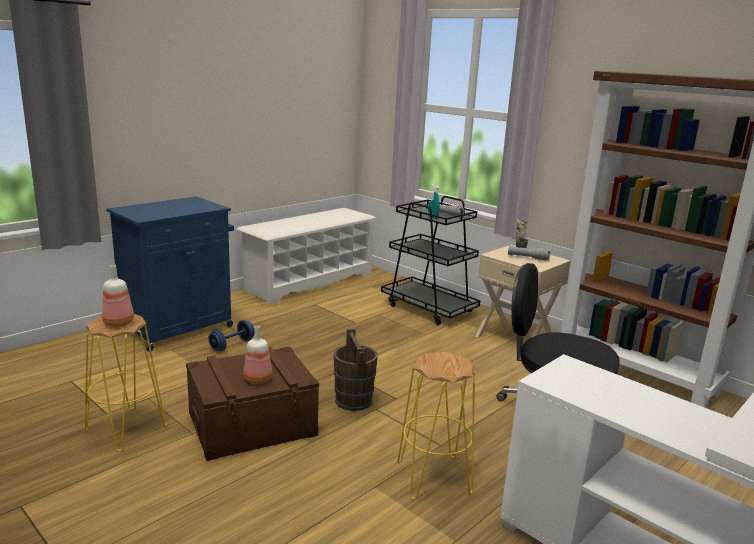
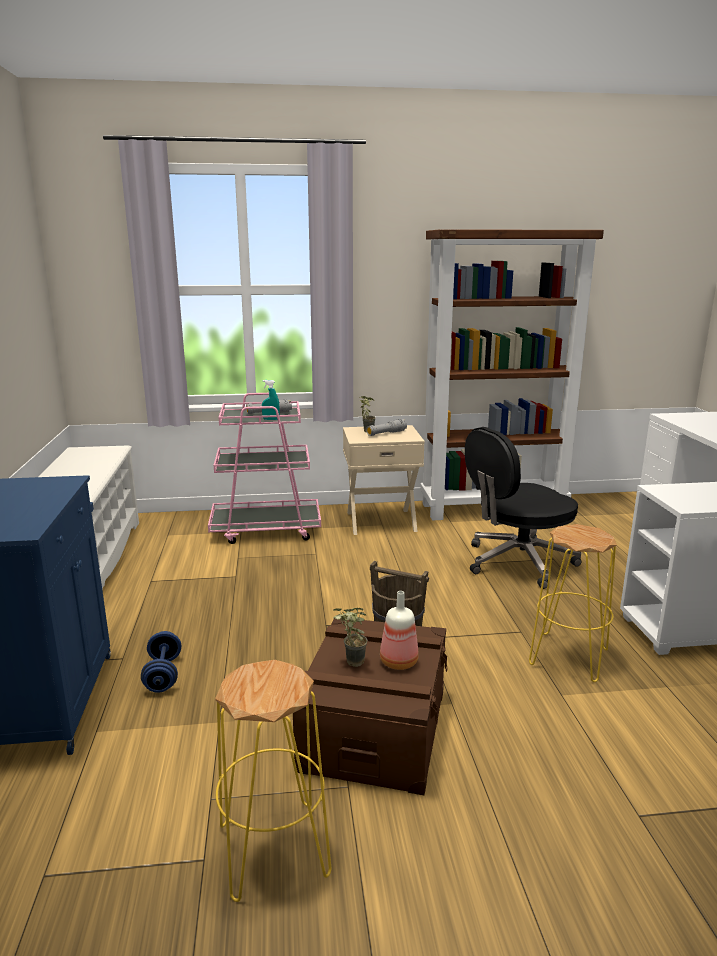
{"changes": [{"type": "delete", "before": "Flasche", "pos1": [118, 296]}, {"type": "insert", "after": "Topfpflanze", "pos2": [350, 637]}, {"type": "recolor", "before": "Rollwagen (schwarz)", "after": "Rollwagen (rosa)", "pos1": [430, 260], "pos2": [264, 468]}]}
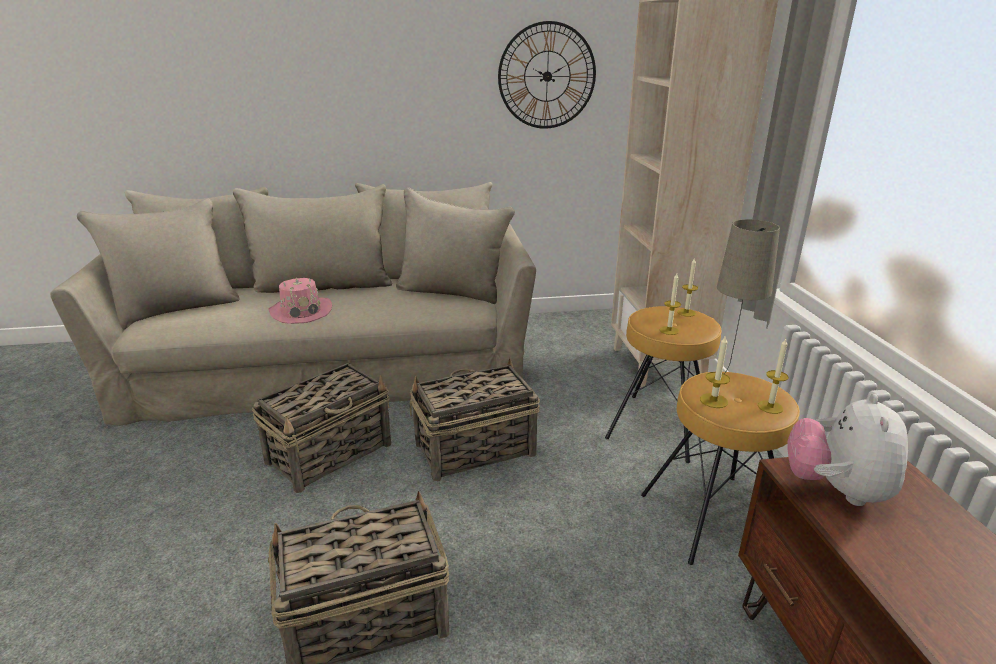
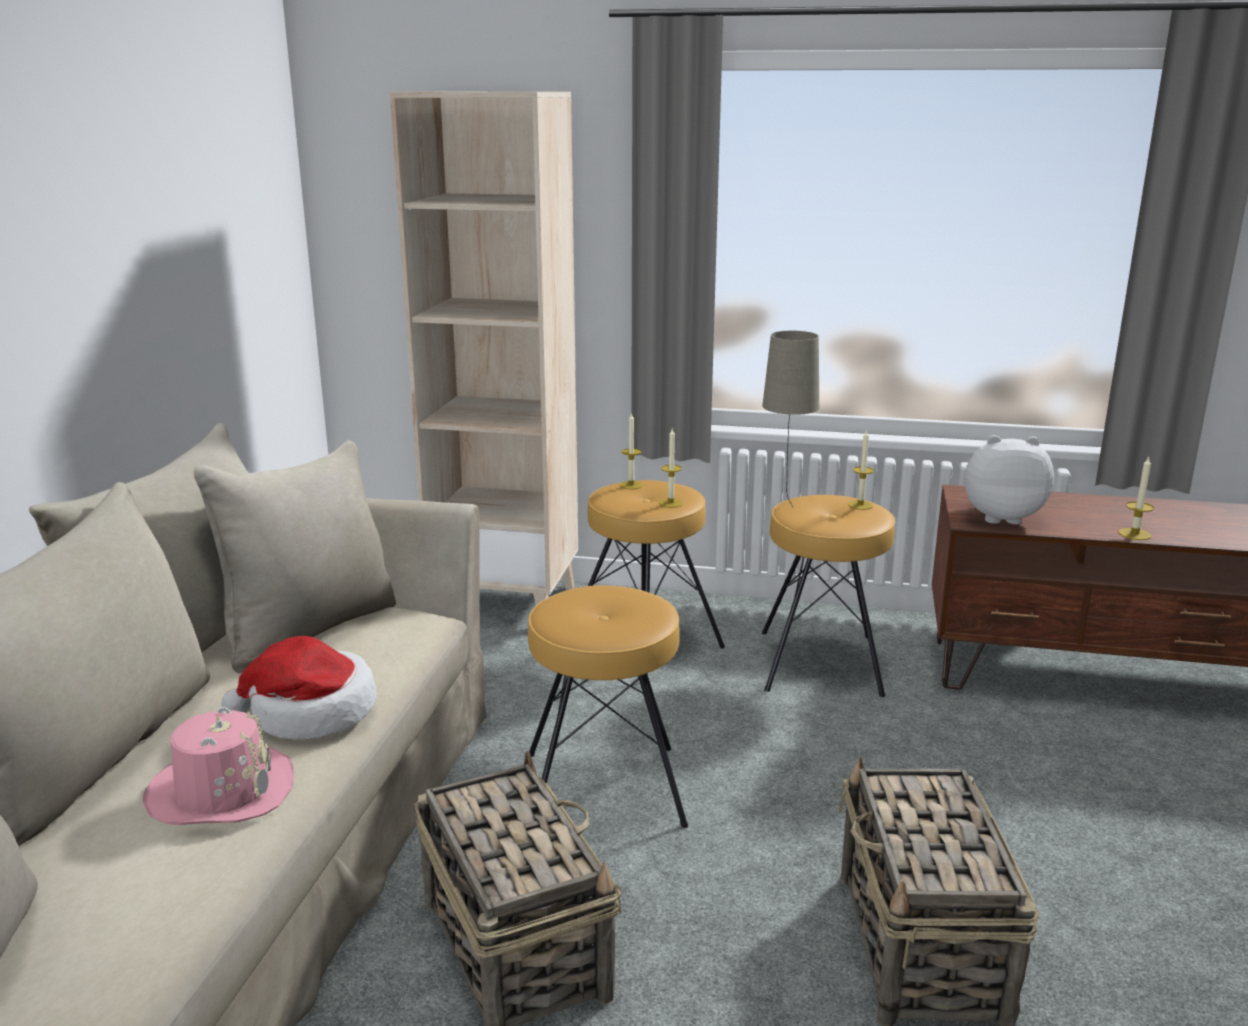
{"changes": [{"type": "delete", "before": "Wanduhr", "pos1": [547, 75]}, {"type": "insert", "after": "Hut", "pos2": [299, 688]}, {"type": "move", "before": "Kerze", "pos1": [715, 371], "pos2": [1136, 498]}, {"type": "replace", "before": "Korb", "after": "Hocker (braun)", "pos1": [475, 419], "pos2": [608, 706]}, {"type": "rotate", "before": "Plüschtier", "pos1": [847, 450], "pos2": [1009, 479], "turn": 150}]}
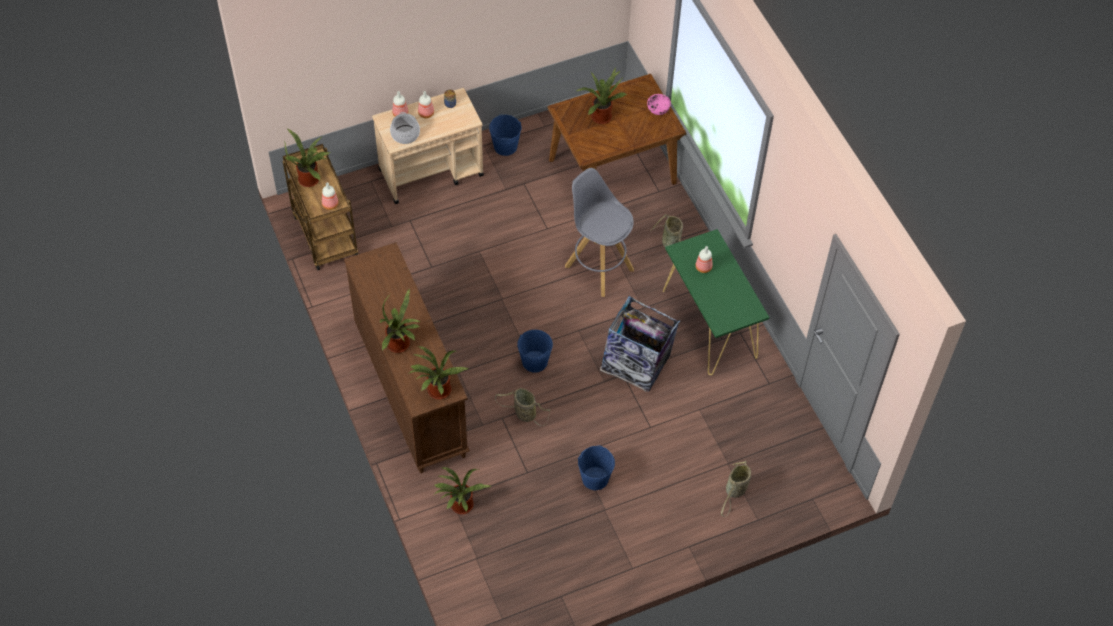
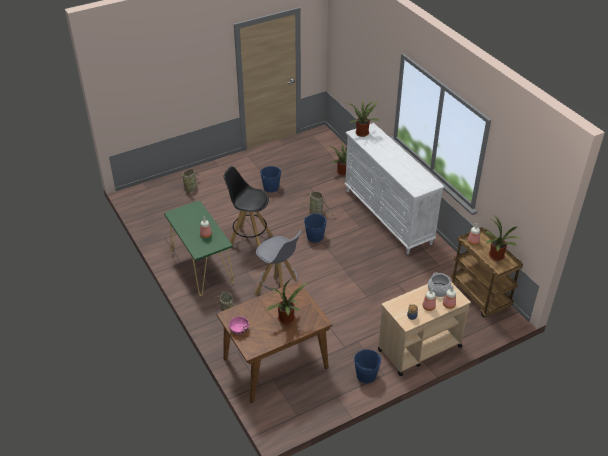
{"changes": [{"type": "delete", "before": "Topfpflanze", "pos1": [400, 320]}, {"type": "replace", "before": "Mülleimer", "after": "Hocker (schwarz)", "pos1": [640, 344], "pos2": [248, 206]}, {"type": "recolor", "before": "Kommode (braun)", "after": "Kommode (weiß)", "pos1": [407, 357], "pos2": [394, 189]}]}
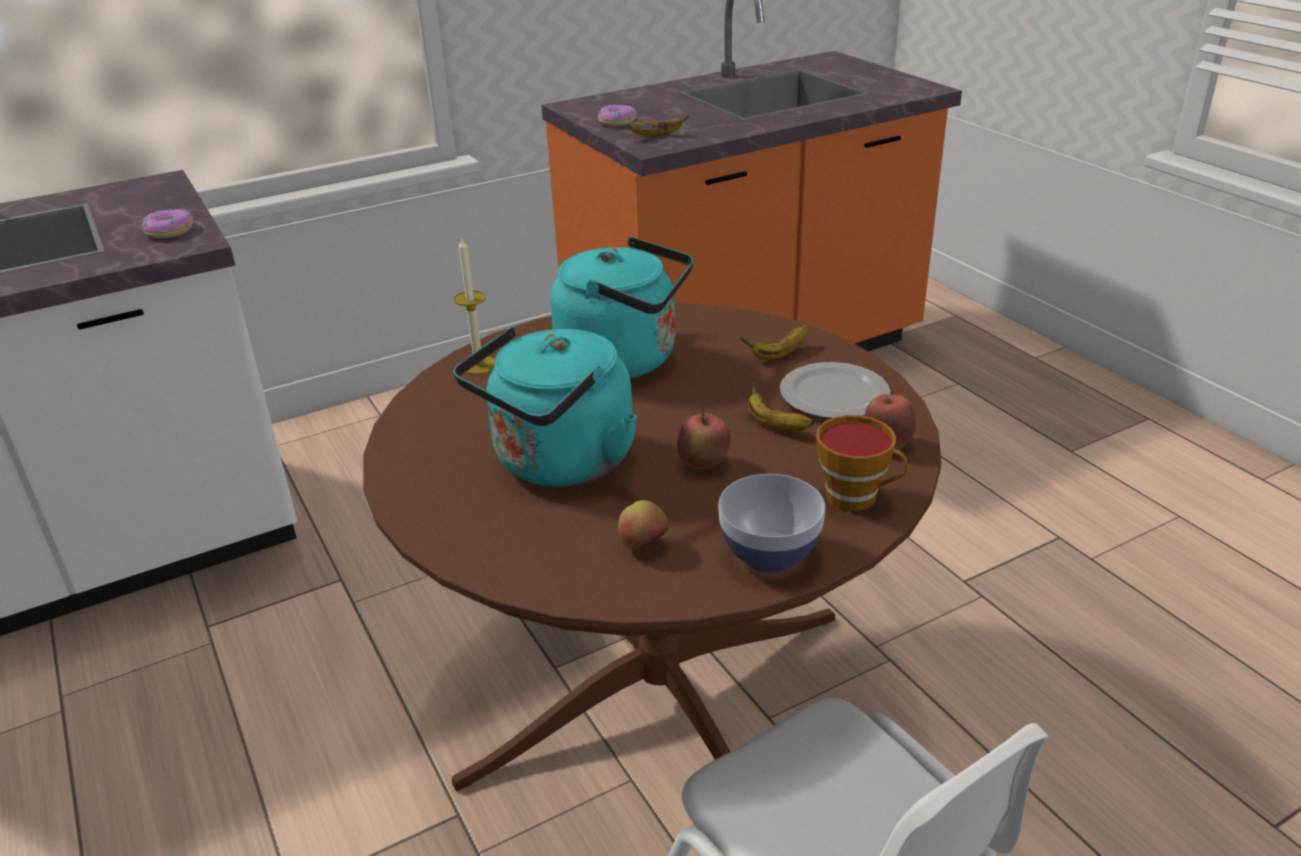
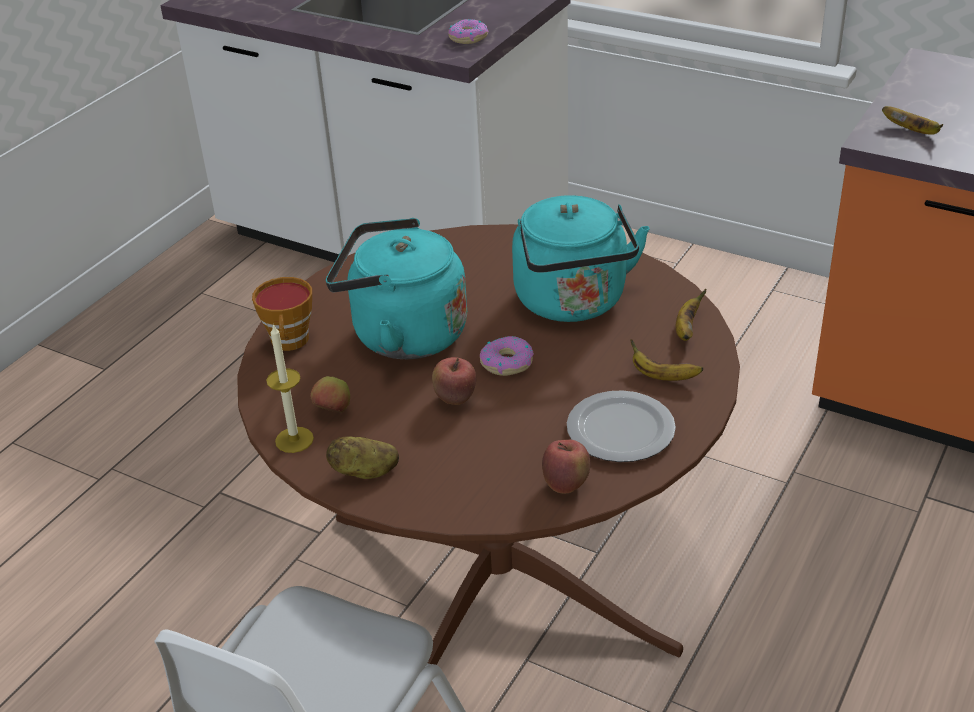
{"changes": [{"type": "move", "before": "Kerze", "pos1": [474, 305], "pos2": [290, 388]}, {"type": "move", "before": "Donut", "pos1": [617, 115], "pos2": [507, 356]}, {"type": "move", "before": "Banane", "pos1": [781, 405], "pos2": [691, 315]}, {"type": "move", "before": "Tasse", "pos1": [862, 463], "pos2": [282, 314]}, {"type": "replace", "before": "Schüssel", "after": "Kartoffel", "pos1": [771, 523], "pos2": [362, 457]}]}
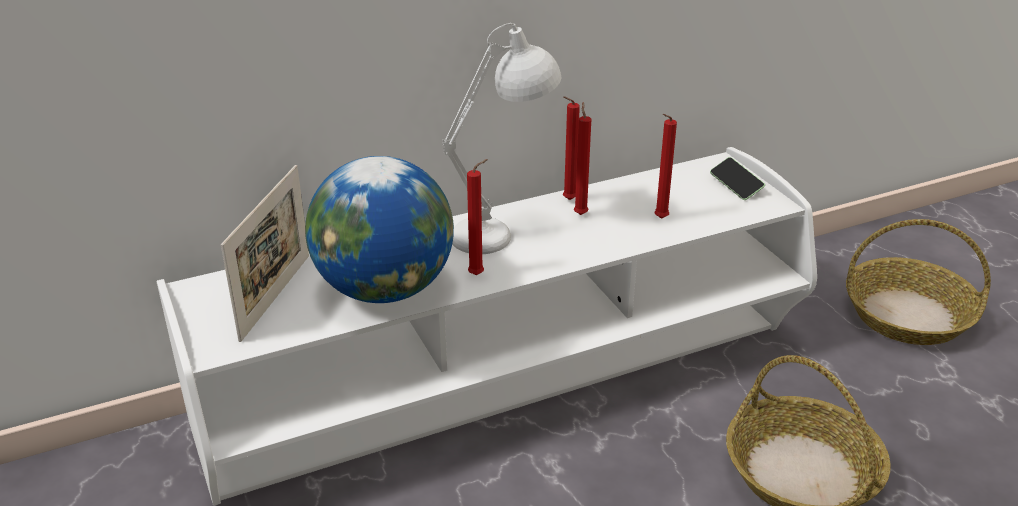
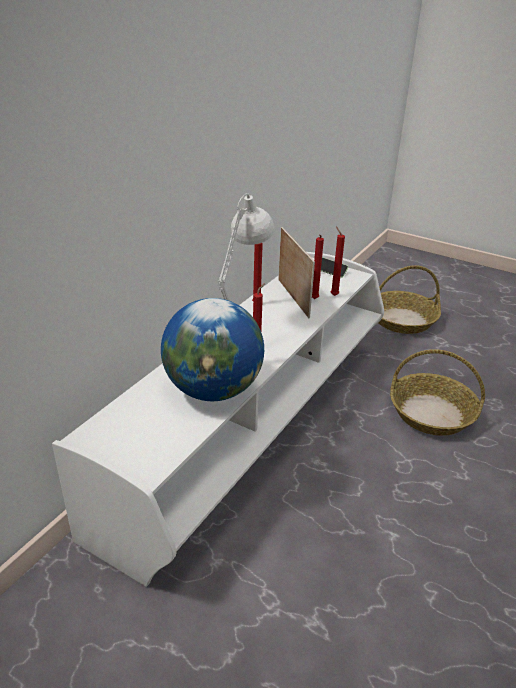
{"changes": [{"type": "move", "before": "Bilderrahmen", "pos1": [265, 253], "pos2": [296, 272]}, {"type": "move", "before": "Kerze (rot)", "pos1": [582, 158], "pos2": [338, 261]}]}
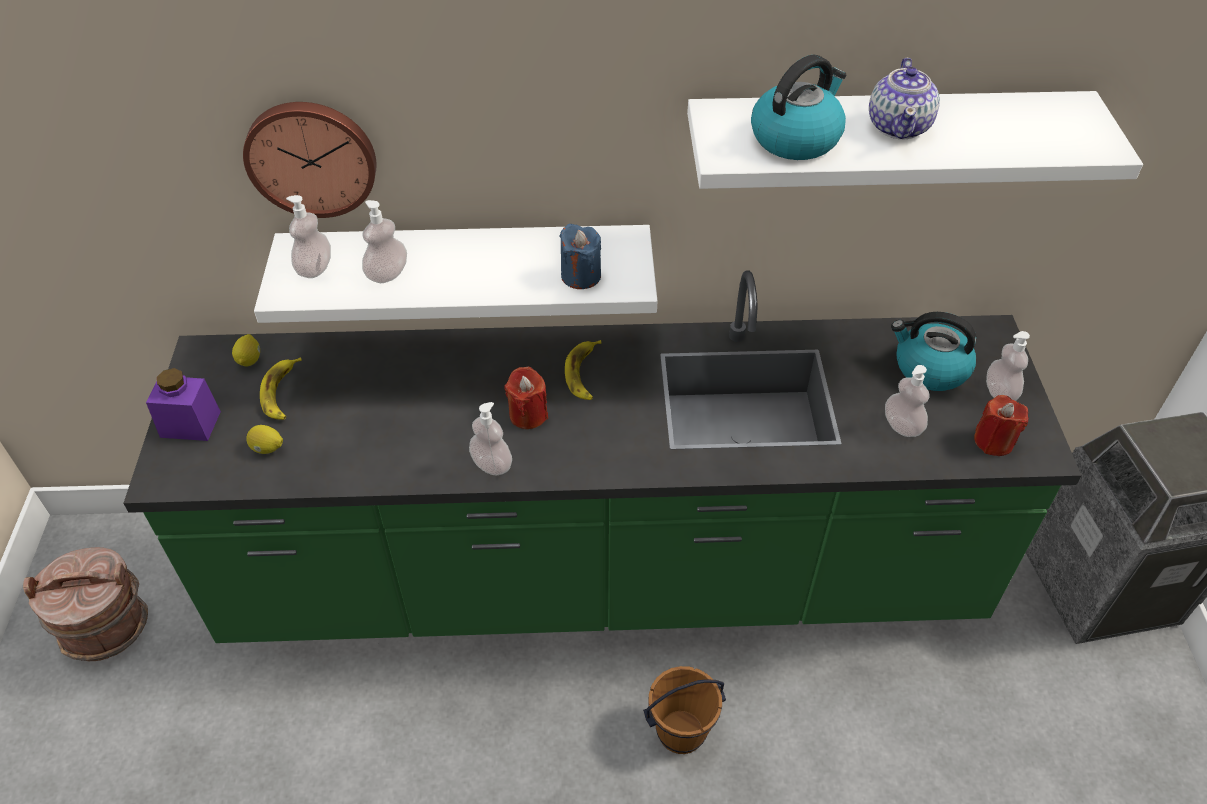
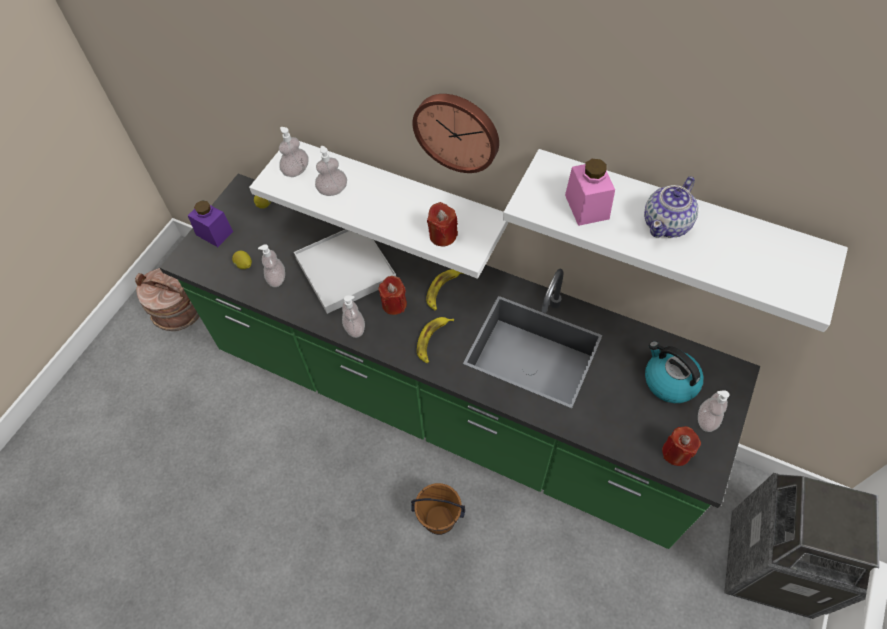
{"changes": [{"type": "insert", "after": "Tablett (weiß)", "pos2": [345, 271]}, {"type": "move", "before": "Wanduhr", "pos1": [309, 160], "pos2": [455, 133]}, {"type": "move", "before": "Banane", "pos1": [281, 388], "pos2": [435, 340]}, {"type": "move", "before": "Seifenspender", "pos1": [907, 401], "pos2": [271, 265]}, {"type": "replace", "before": "Wasserkessel", "after": "Vorratsglas (rosa)", "pos1": [798, 107], "pos2": [590, 192]}, {"type": "recolor", "before": "Kerze (blau)", "after": "Kerze (rot)", "pos1": [580, 256], "pos2": [442, 224]}]}
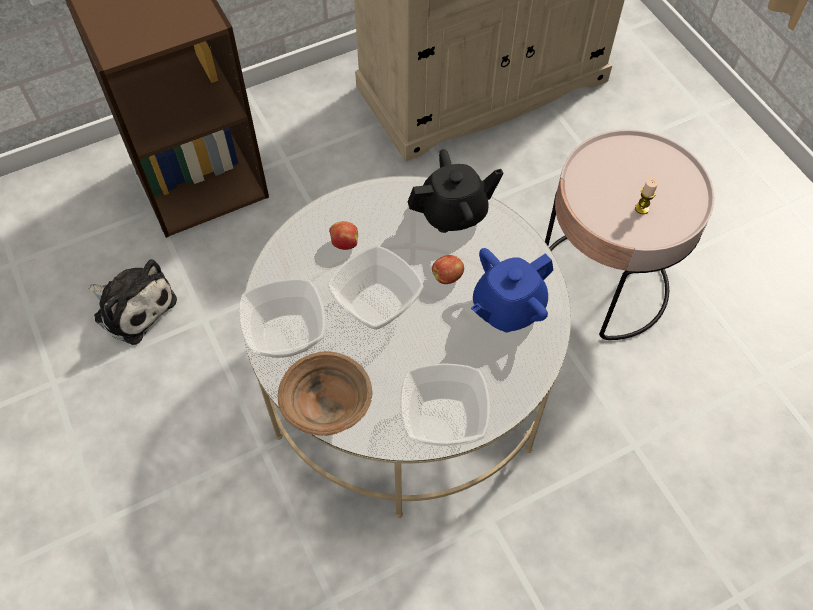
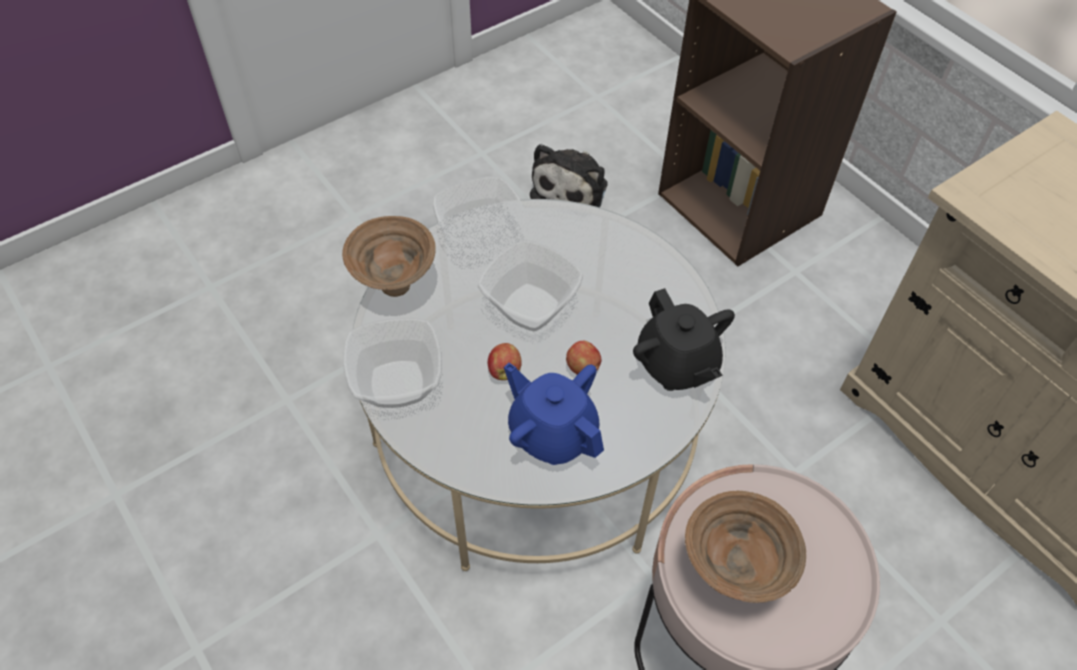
{"changes": [{"type": "move", "before": "Apfel", "pos1": [343, 235], "pos2": [505, 361]}, {"type": "replace", "before": "Kerze", "after": "Schüssel (braun)", "pos1": [646, 195], "pos2": [745, 547]}]}
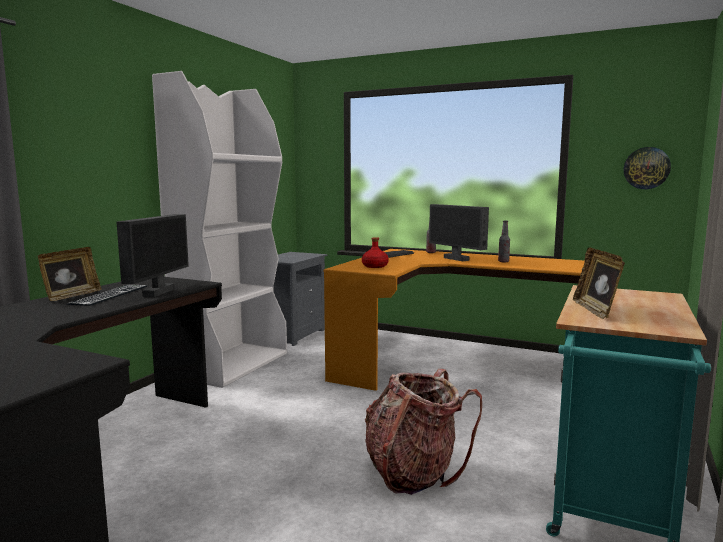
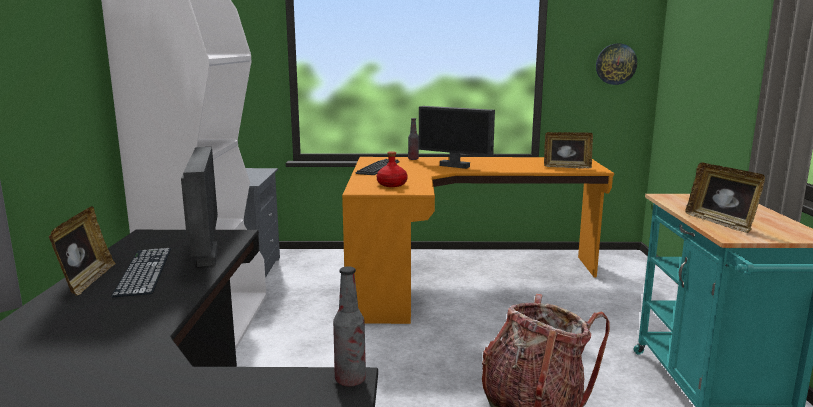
{"changes": [{"type": "insert", "after": "Bilderrahmen", "pos2": [568, 150]}, {"type": "move", "before": "Flasche", "pos1": [504, 241], "pos2": [349, 326]}]}
